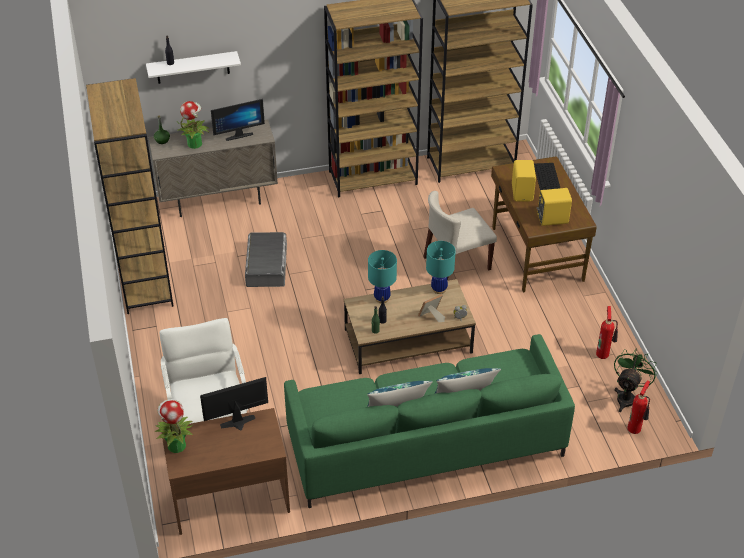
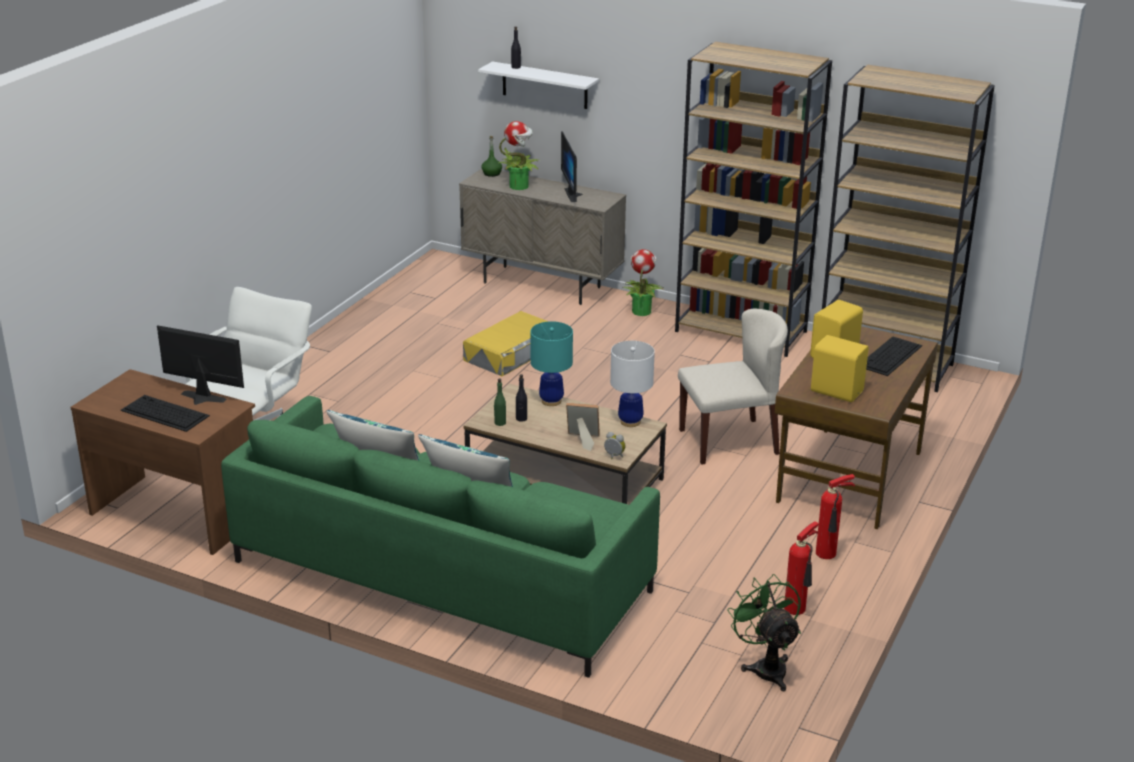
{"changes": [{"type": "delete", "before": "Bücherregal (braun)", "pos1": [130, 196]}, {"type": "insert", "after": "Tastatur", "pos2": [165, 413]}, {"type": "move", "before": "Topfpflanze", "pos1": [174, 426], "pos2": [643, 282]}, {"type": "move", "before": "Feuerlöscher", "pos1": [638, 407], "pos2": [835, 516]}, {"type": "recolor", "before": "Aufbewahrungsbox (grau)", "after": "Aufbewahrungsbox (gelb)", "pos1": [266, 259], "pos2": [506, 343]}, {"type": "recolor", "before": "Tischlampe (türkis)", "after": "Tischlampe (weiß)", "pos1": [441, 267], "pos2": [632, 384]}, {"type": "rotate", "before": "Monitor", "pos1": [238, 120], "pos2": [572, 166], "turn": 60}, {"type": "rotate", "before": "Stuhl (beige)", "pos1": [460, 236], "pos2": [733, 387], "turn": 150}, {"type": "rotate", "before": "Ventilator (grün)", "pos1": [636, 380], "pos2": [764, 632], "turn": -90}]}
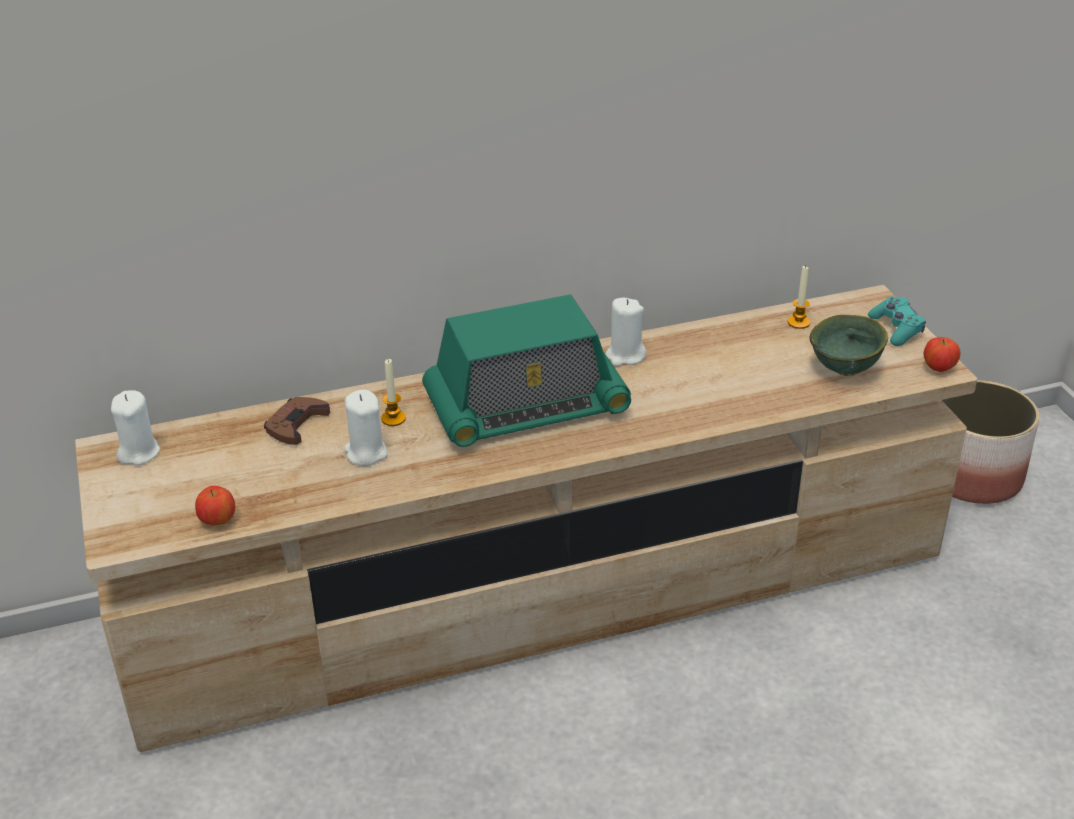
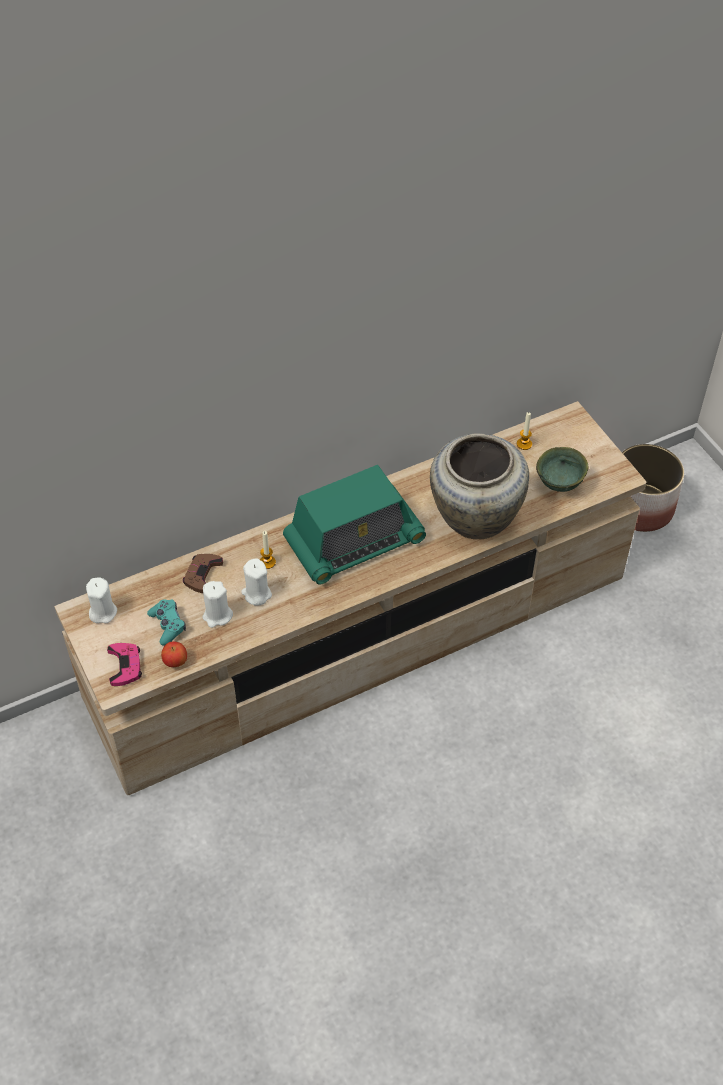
{"changes": [{"type": "delete", "before": "Apfel", "pos1": [942, 354]}, {"type": "insert", "after": "Gamepad (rosa)", "pos2": [124, 664]}, {"type": "insert", "after": "Vase (beige)", "pos2": [479, 486]}, {"type": "move", "before": "Kerze (weiß)", "pos1": [626, 332], "pos2": [218, 604]}, {"type": "move", "before": "Gamepad (türkis)", "pos1": [897, 321], "pos2": [166, 622]}]}
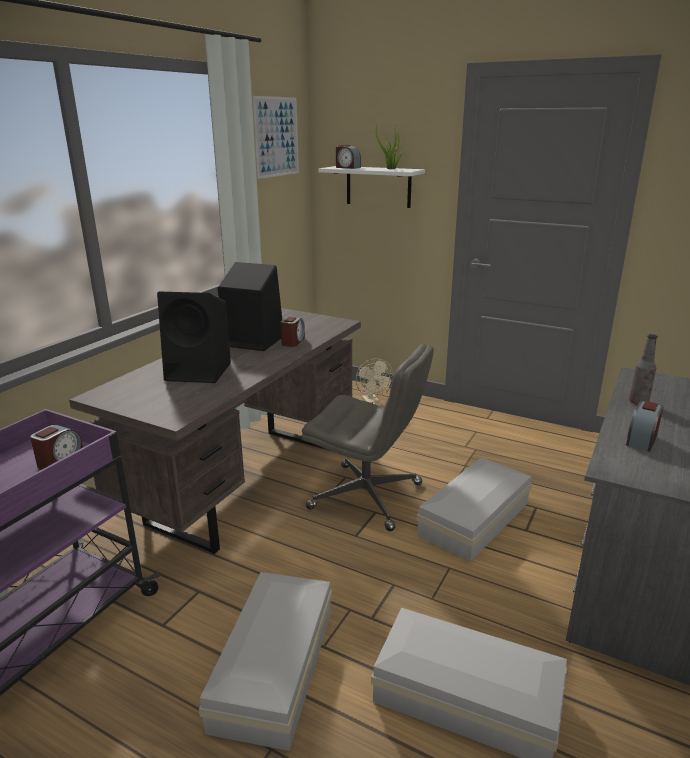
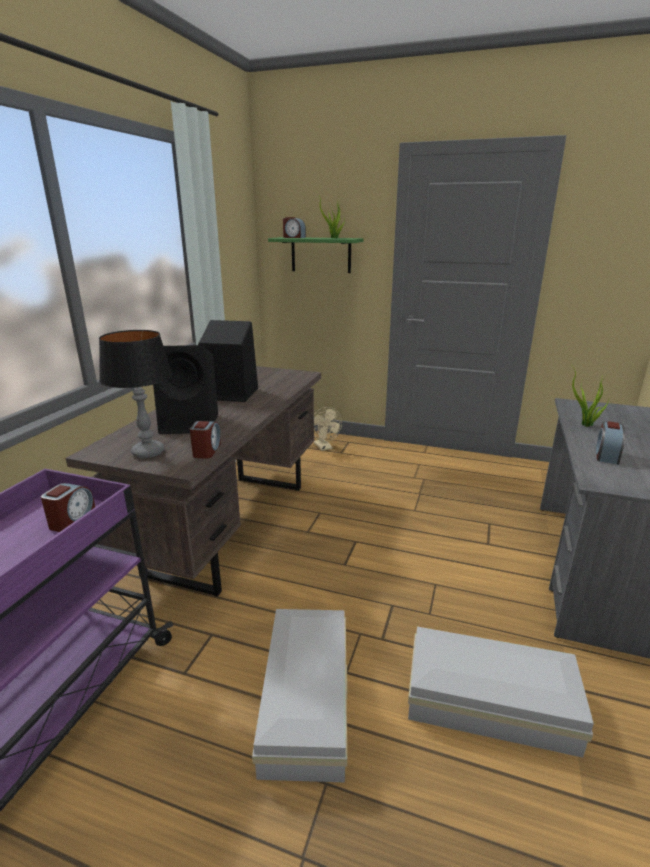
{"changes": [{"type": "delete", "before": "Bild", "pos1": [275, 137]}, {"type": "delete", "before": "Bürostuhl (grau)", "pos1": [367, 437]}, {"type": "delete", "before": "Aufbewahrungsbox (weiß)", "pos1": [474, 509]}, {"type": "insert", "after": "Tischlampe", "pos2": [135, 394]}, {"type": "move", "before": "Wecker", "pos1": [293, 332], "pos2": [205, 440]}, {"type": "replace", "before": "Flasche", "after": "Topfpflanze", "pos1": [643, 369], "pos2": [591, 397]}, {"type": "recolor", "before": "Wandregal (weiß)", "after": "Wandregal (grün)", "pos1": [371, 187], "pos2": [315, 255]}]}
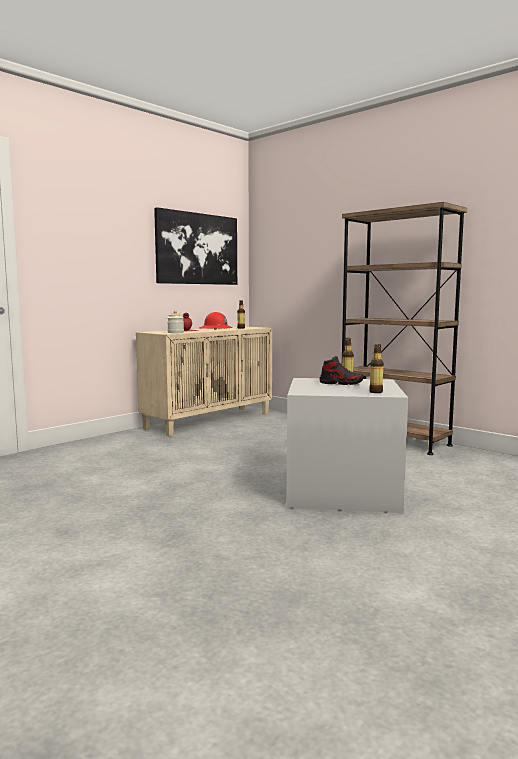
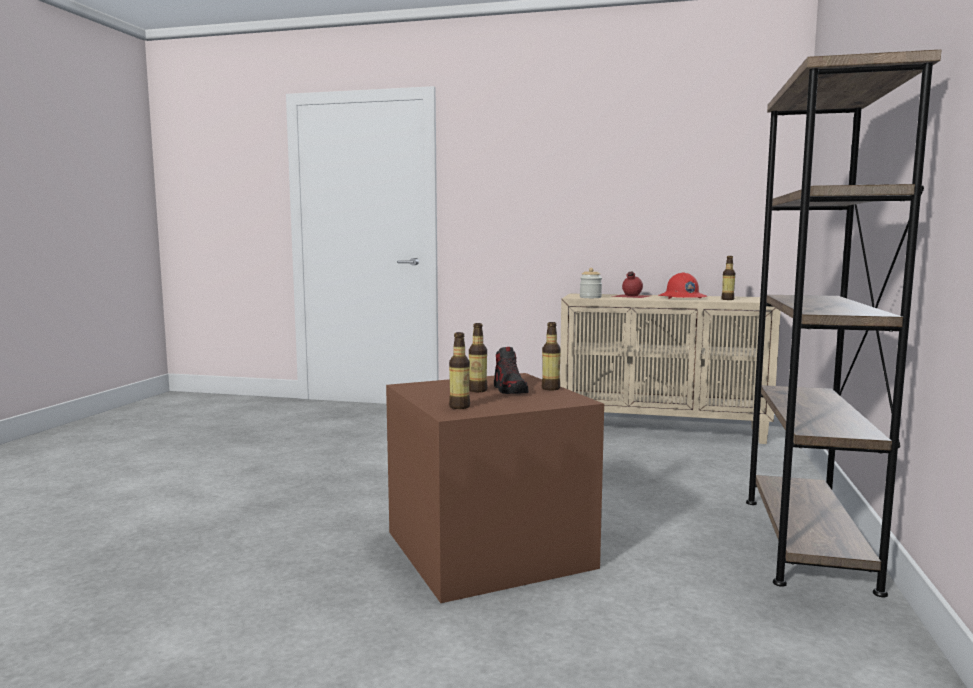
{"changes": [{"type": "delete", "before": "Bild", "pos1": [195, 246]}, {"type": "insert", "after": "Flasche", "pos2": [478, 357]}, {"type": "recolor", "before": "Aufbewahrungsbox (grau)", "after": "Aufbewahrungsbox (braun)", "pos1": [347, 445], "pos2": [495, 488]}]}
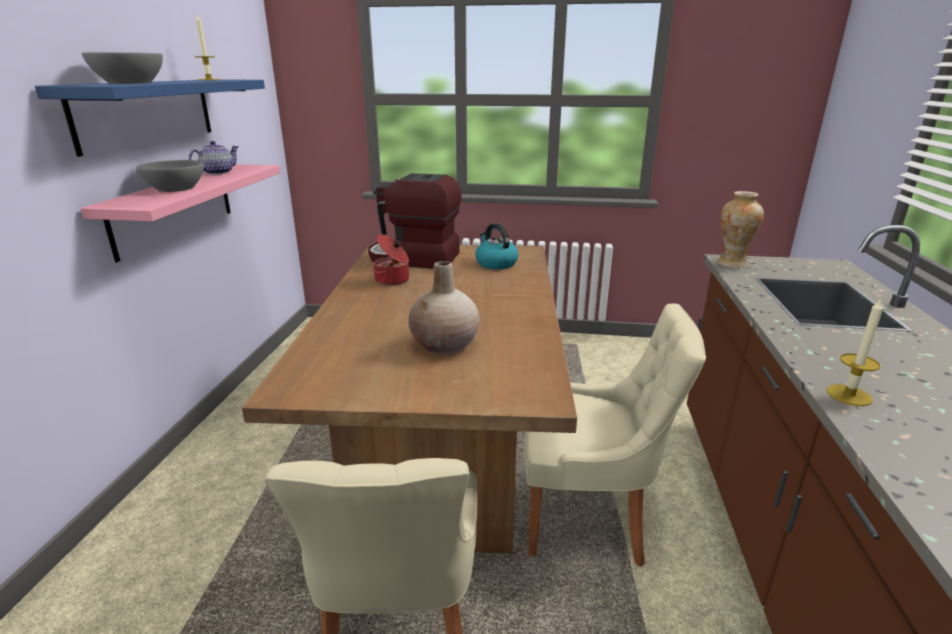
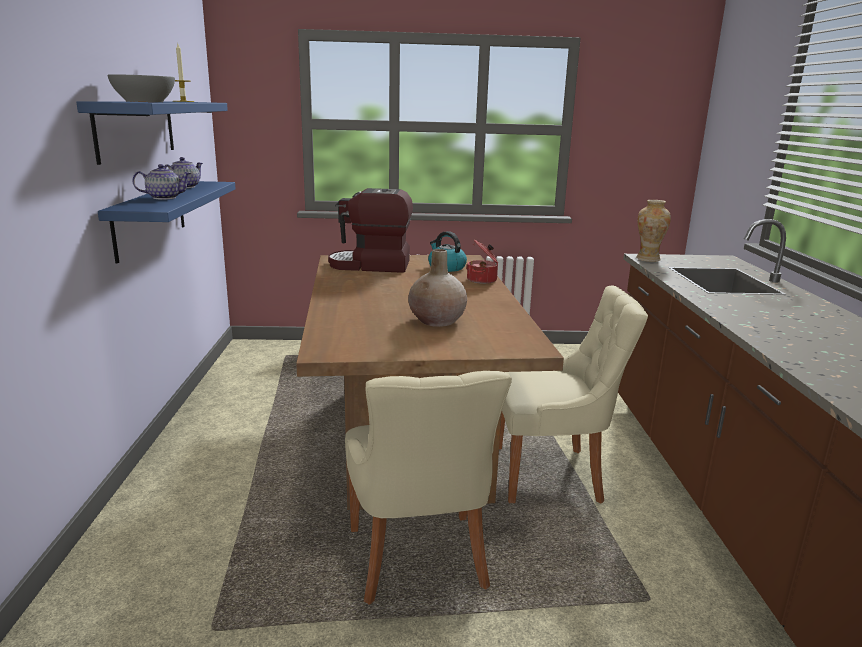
{"changes": [{"type": "delete", "before": "Kerze", "pos1": [855, 352]}, {"type": "move", "before": "Kochtopf", "pos1": [391, 259], "pos2": [482, 262]}, {"type": "replace", "before": "Schüssel (grau)", "after": "Teekanne", "pos1": [170, 176], "pos2": [161, 181]}, {"type": "recolor", "before": "Wandregal (rosa)", "after": "Wandregal (blau)", "pos1": [180, 213], "pos2": [167, 222]}]}
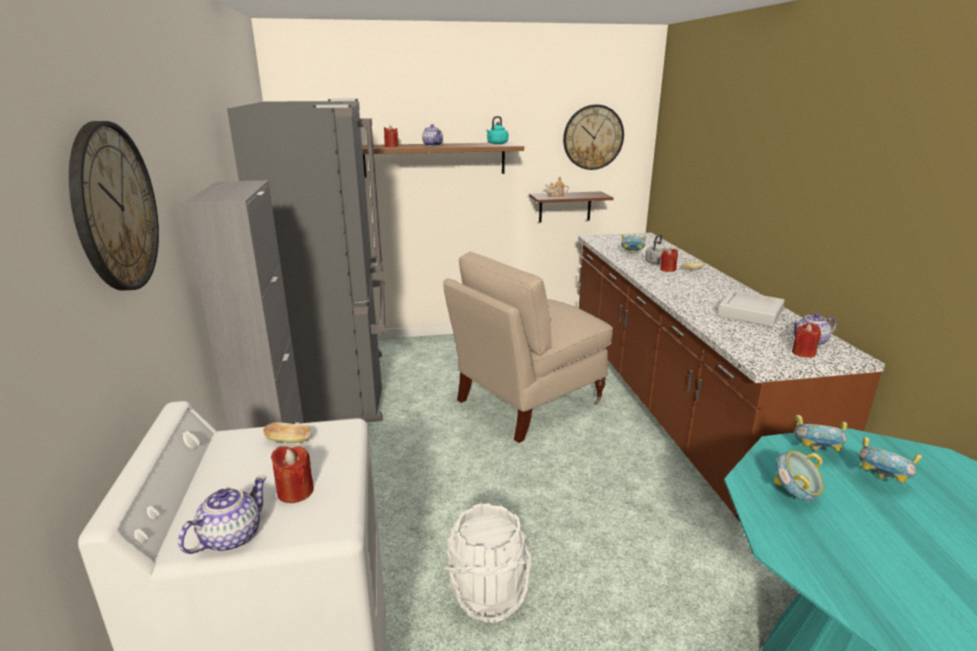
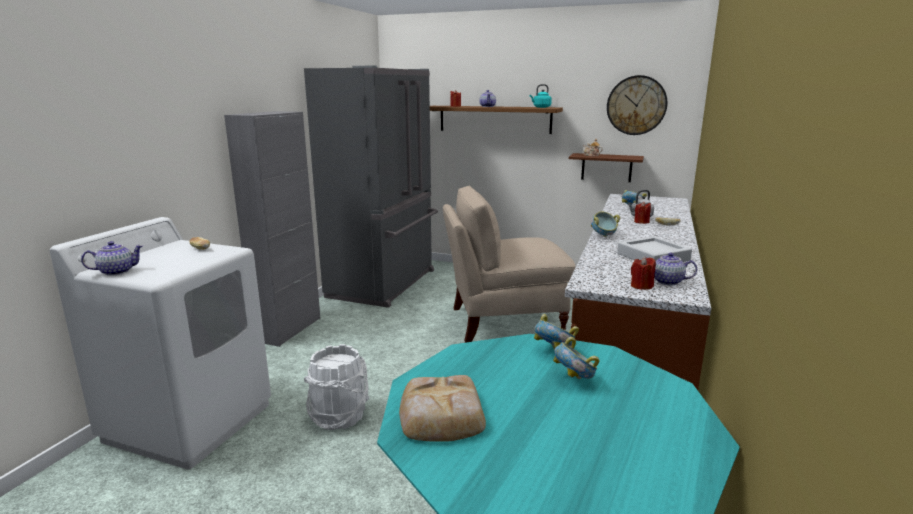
{"changes": [{"type": "delete", "before": "Wanduhr", "pos1": [114, 206]}, {"type": "delete", "before": "Kerze (rot)", "pos1": [292, 474]}, {"type": "insert", "after": "Brot", "pos2": [442, 408]}, {"type": "move", "before": "Schüssel", "pos1": [799, 476], "pos2": [605, 224]}]}
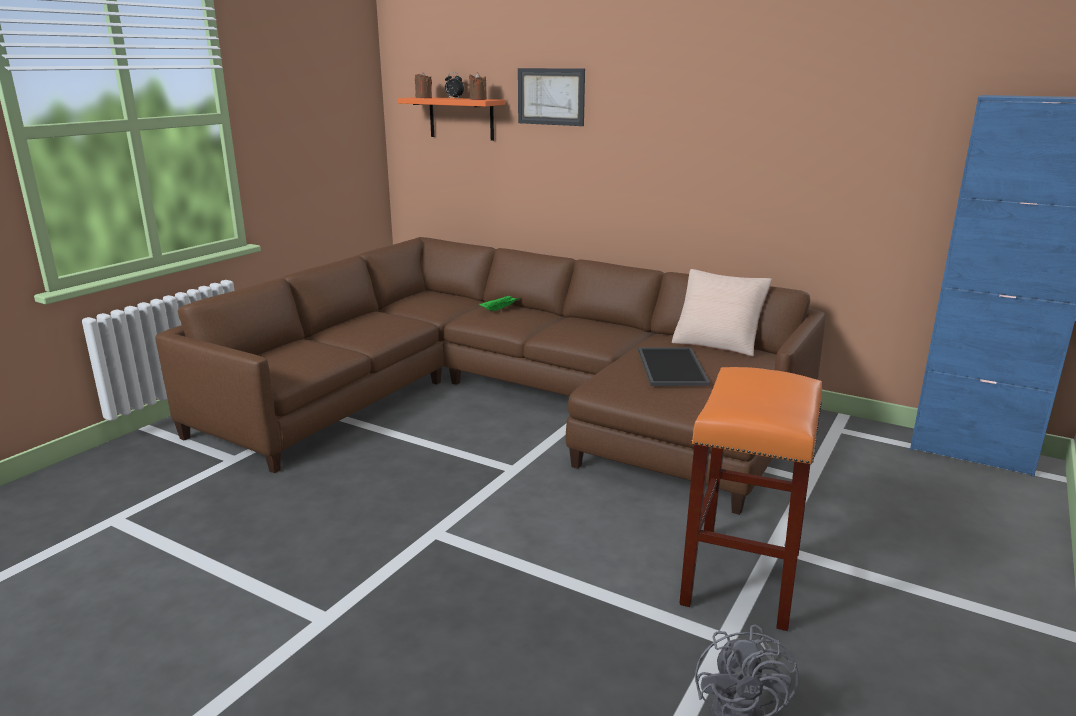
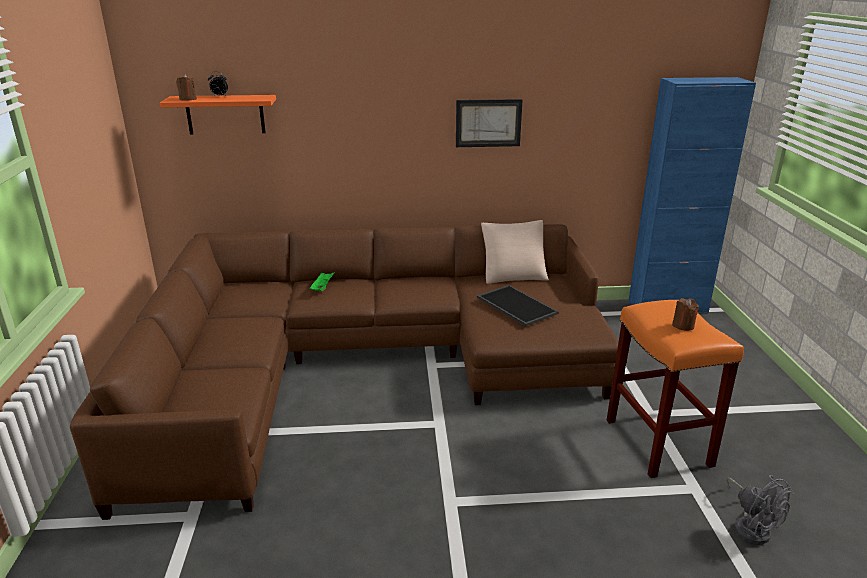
{"changes": [{"type": "move", "before": "Kerze (braun)", "pos1": [478, 86], "pos2": [685, 314]}, {"type": "move", "before": "Bild", "pos1": [551, 97], "pos2": [489, 123]}]}
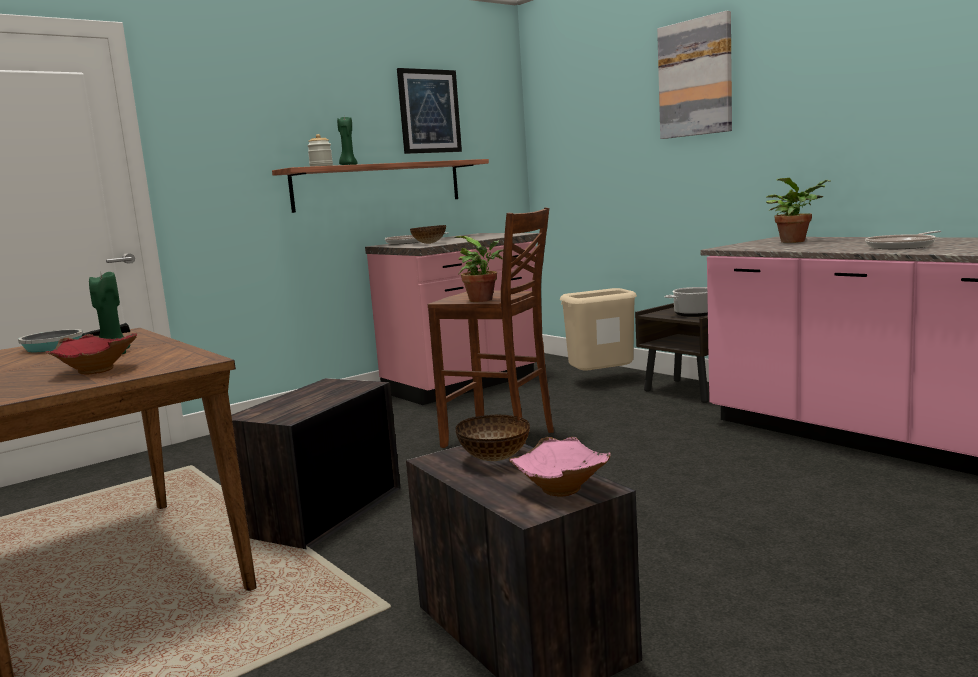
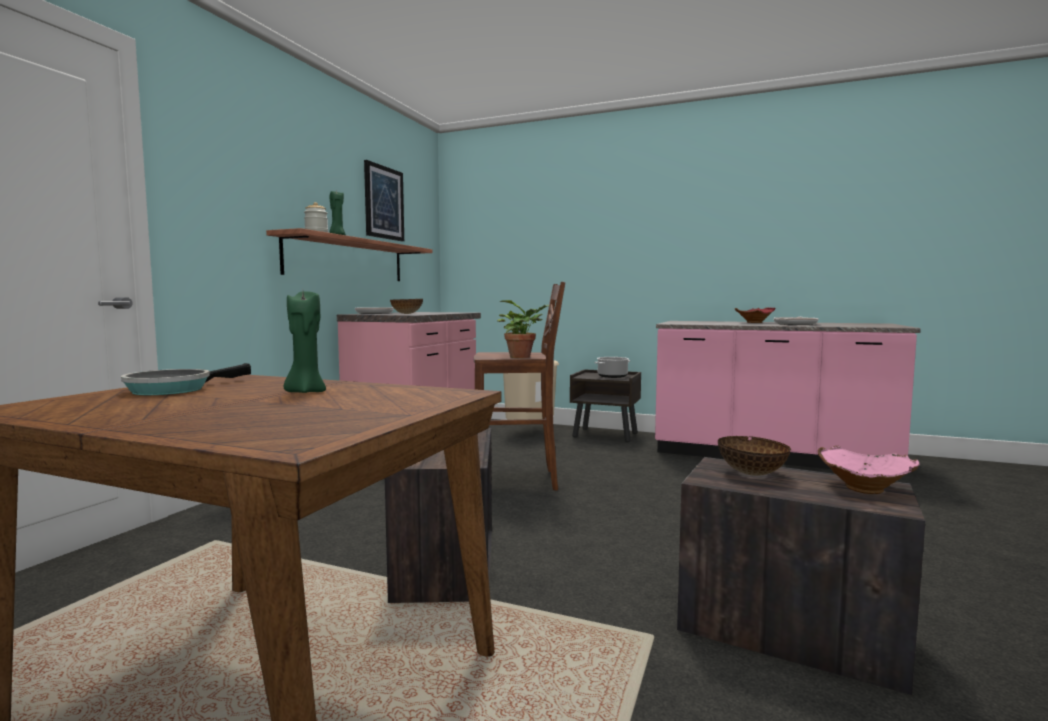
{"changes": [{"type": "delete", "before": "Bild", "pos1": [694, 75]}, {"type": "delete", "before": "Topfpflanze", "pos1": [799, 210]}, {"type": "move", "before": "Schüssel (rot)", "pos1": [91, 354], "pos2": [755, 315]}]}
